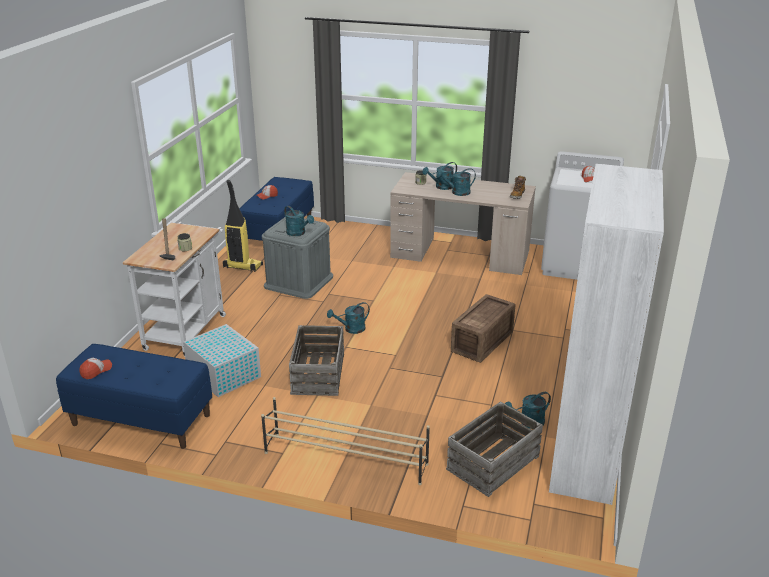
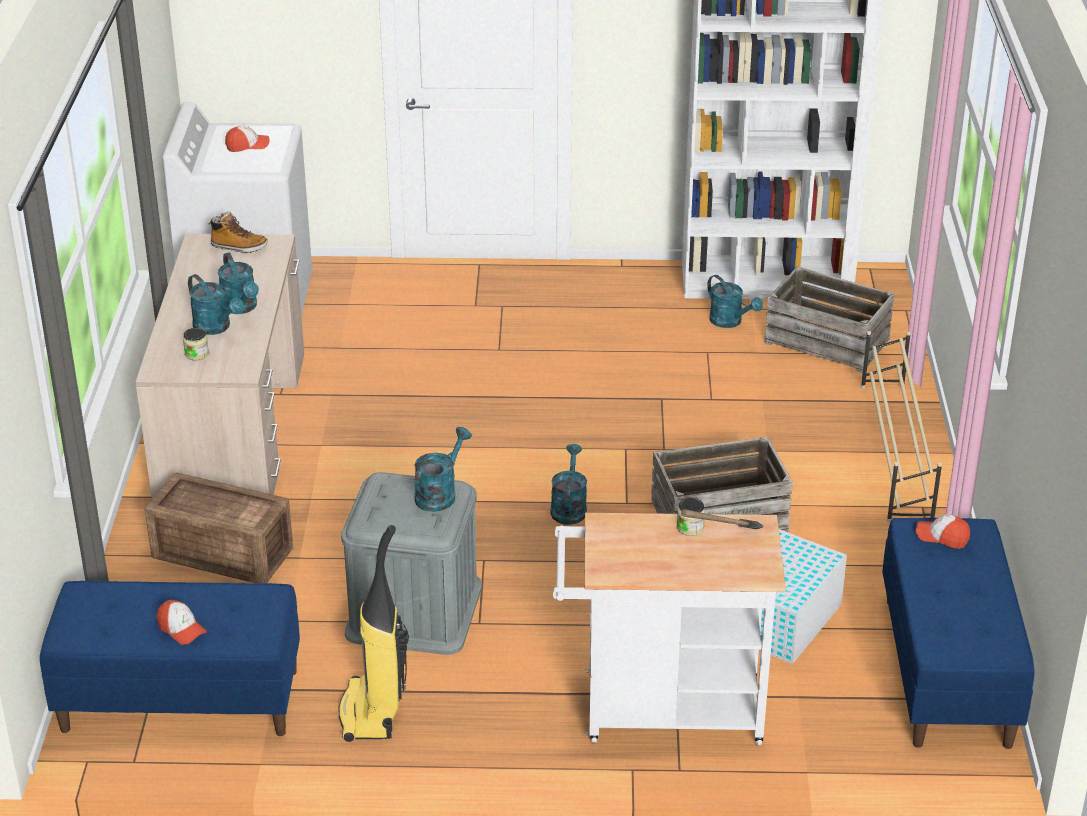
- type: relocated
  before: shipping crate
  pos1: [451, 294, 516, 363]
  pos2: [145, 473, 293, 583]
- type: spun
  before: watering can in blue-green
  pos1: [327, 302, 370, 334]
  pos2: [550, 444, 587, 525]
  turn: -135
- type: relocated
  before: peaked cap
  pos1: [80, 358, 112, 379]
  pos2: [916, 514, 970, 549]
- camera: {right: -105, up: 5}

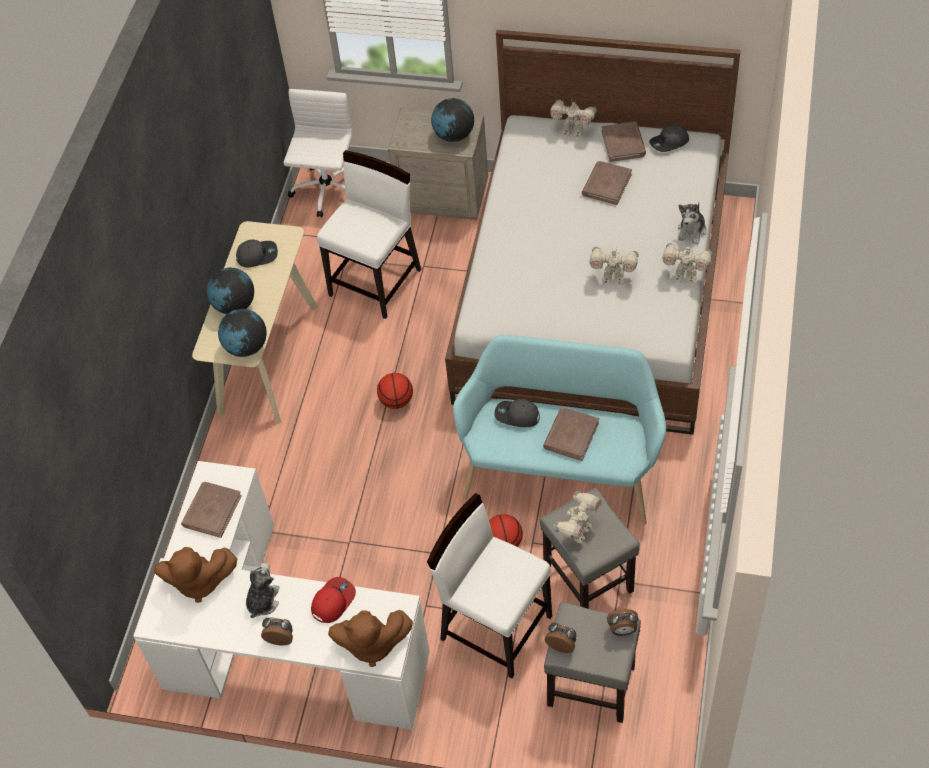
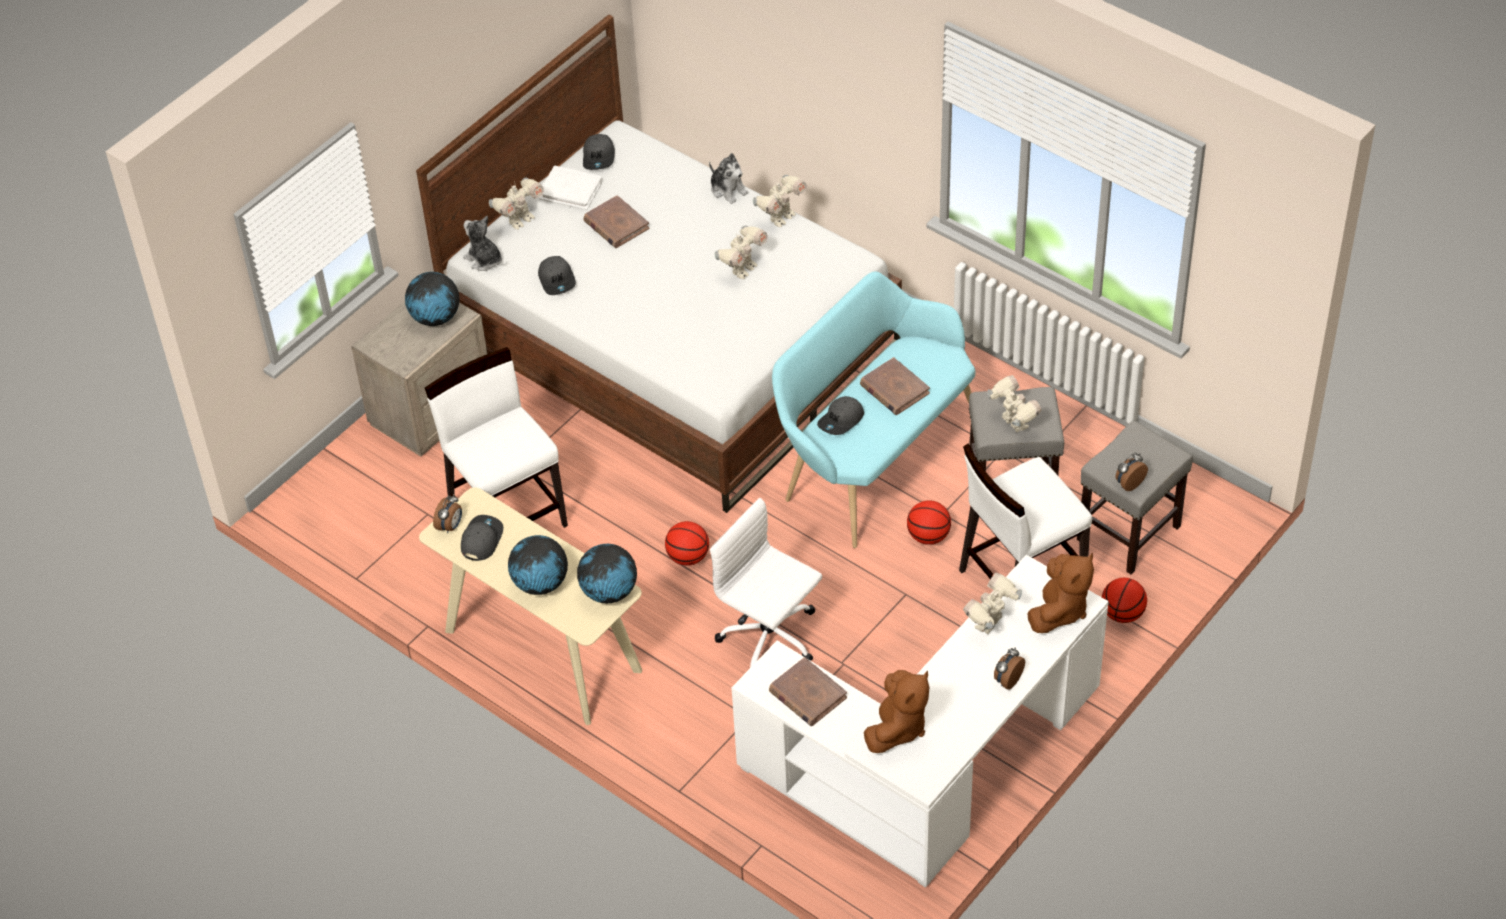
- type: relocated
  before: computer chair in white-coloured
  pos1: [283, 89, 352, 217]
  pos2: [710, 498, 822, 668]
- type: colour
  before: bound book in brown-coloured
  after: bound book in white-coloured
  pos1: [601, 121, 646, 162]
  pos2: [539, 166, 602, 210]
- type: relocated
  before: soft toy
  pos1: [246, 563, 280, 618]
  pos2: [463, 216, 502, 271]
- type: exchanged
  before: peaked cap in red-coloured
  after: model robot
  pos1: [311, 577, 356, 623]
  pos2: [963, 573, 1022, 634]
- type: relocated
  before: alarm clock
  pos1: [607, 609, 638, 636]
  pos2: [433, 494, 462, 533]
- type: appeared
  after: peaked cap in grey
  pos2: [538, 256, 576, 295]
- type: appeared
  after: basketball ball
  pos2: [1102, 578, 1147, 623]
- camera: {right: -65, up: -5}

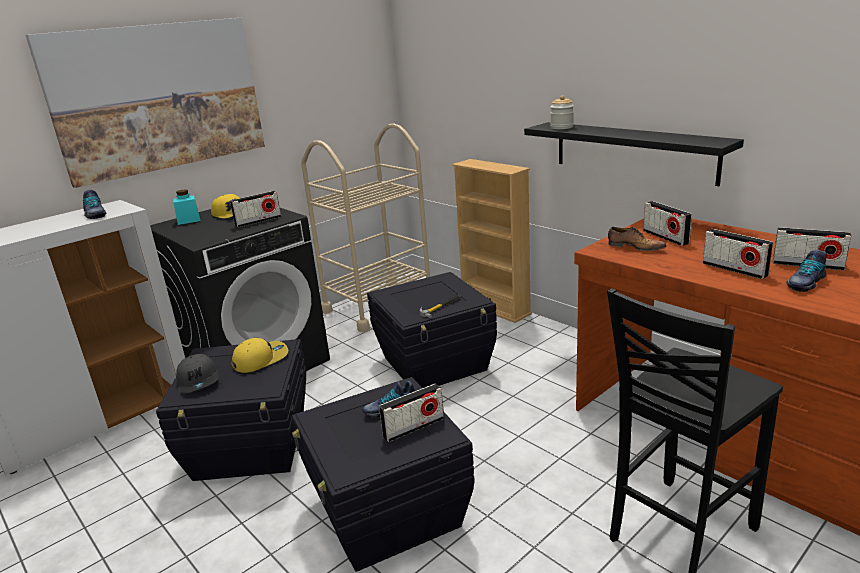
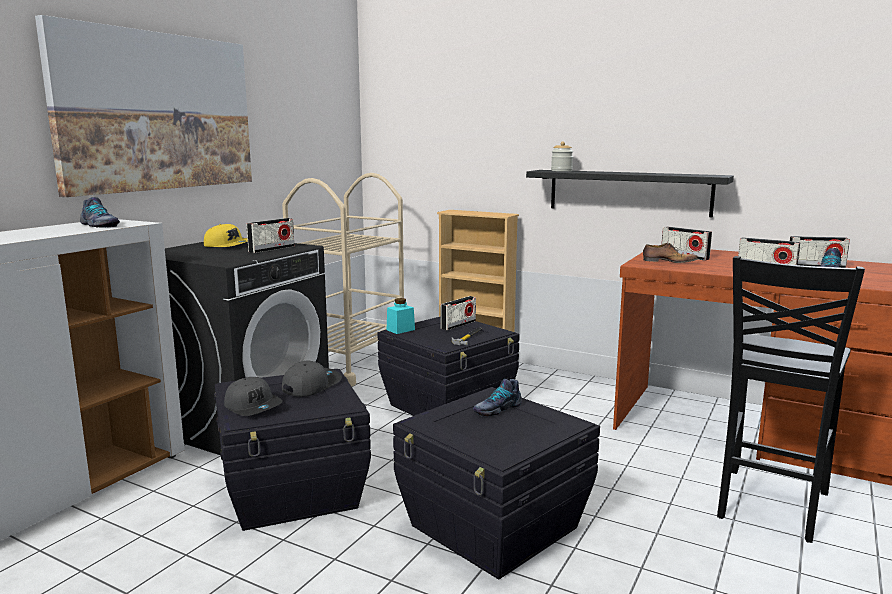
- type: relocated
  before: jar in blue-green
  pos1: [173, 190, 201, 225]
  pos2: [387, 298, 415, 334]
- type: colour
  before: peaked cap in yellow-coloured
  after: peaked cap in grey
  pos1: [231, 338, 288, 373]
  pos2: [282, 360, 342, 397]
- type: relocated
  before: radio set
  pos1: [379, 384, 444, 442]
  pos2: [441, 296, 476, 330]
- camera: {right: -20, up: -10}

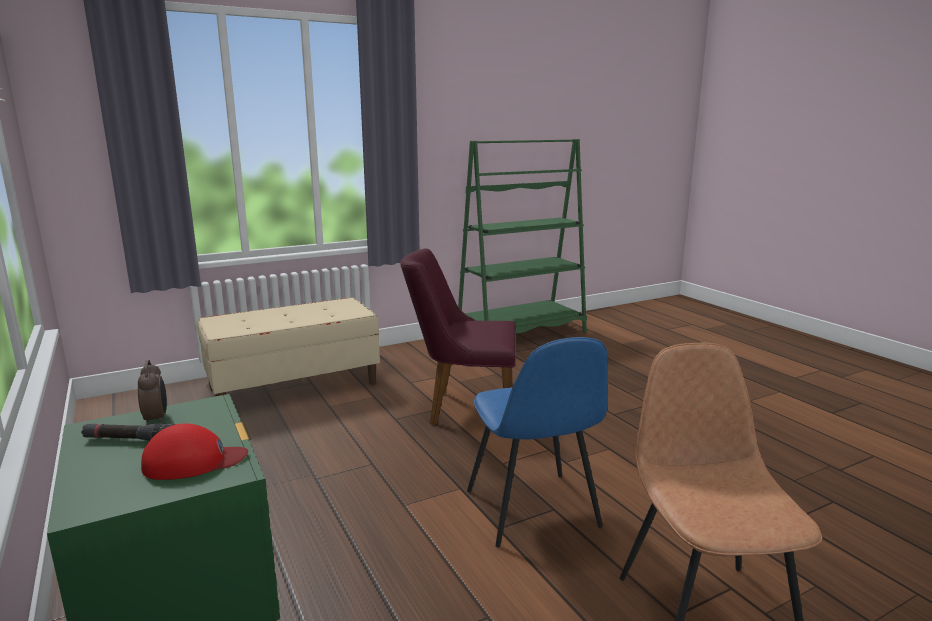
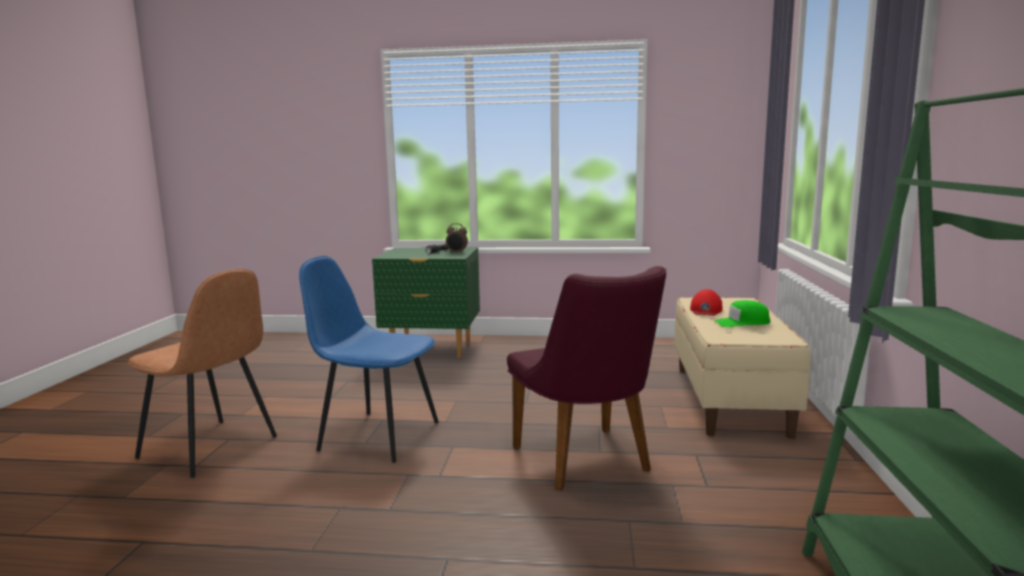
- type: spun
  before: upright chair in purple
  pos1: [400, 248, 516, 425]
  pos2: [507, 266, 666, 491]
  turn: 120
- type: relocated
  before: peaked cap in red-coloured
  pos1: [141, 423, 248, 480]
  pos2: [690, 289, 722, 316]
- type: appeared
  after: peaked cap in greenish
  pos2: [714, 300, 770, 327]
- camera: {right: 125, up: -5}

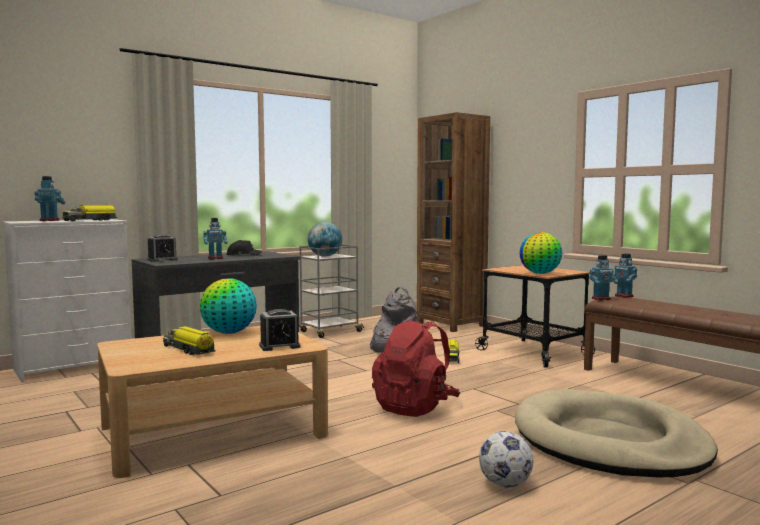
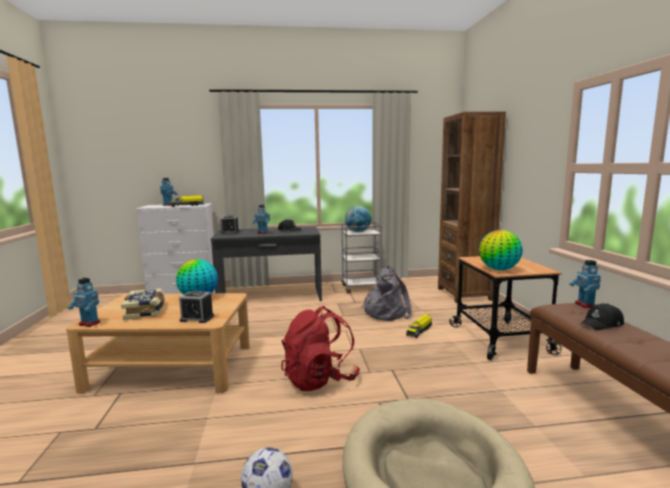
- type: relocated
  before: model robot
  pos1: [590, 255, 618, 300]
  pos2: [68, 278, 100, 327]
- type: exchanged
  before: model truck
  after: bound book
  pos1: [163, 326, 216, 355]
  pos2: [121, 288, 164, 320]
- type: appeared
  after: peaked cap in black-coloured
  pos2: [581, 304, 624, 330]
- camera: {right: 30, up: 5}

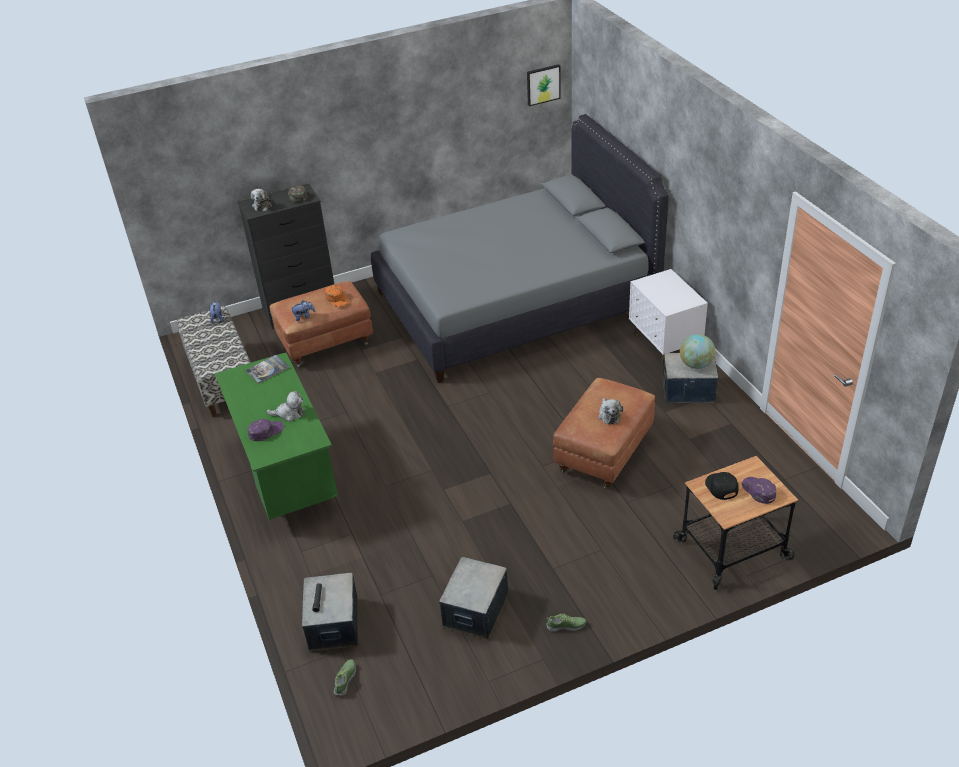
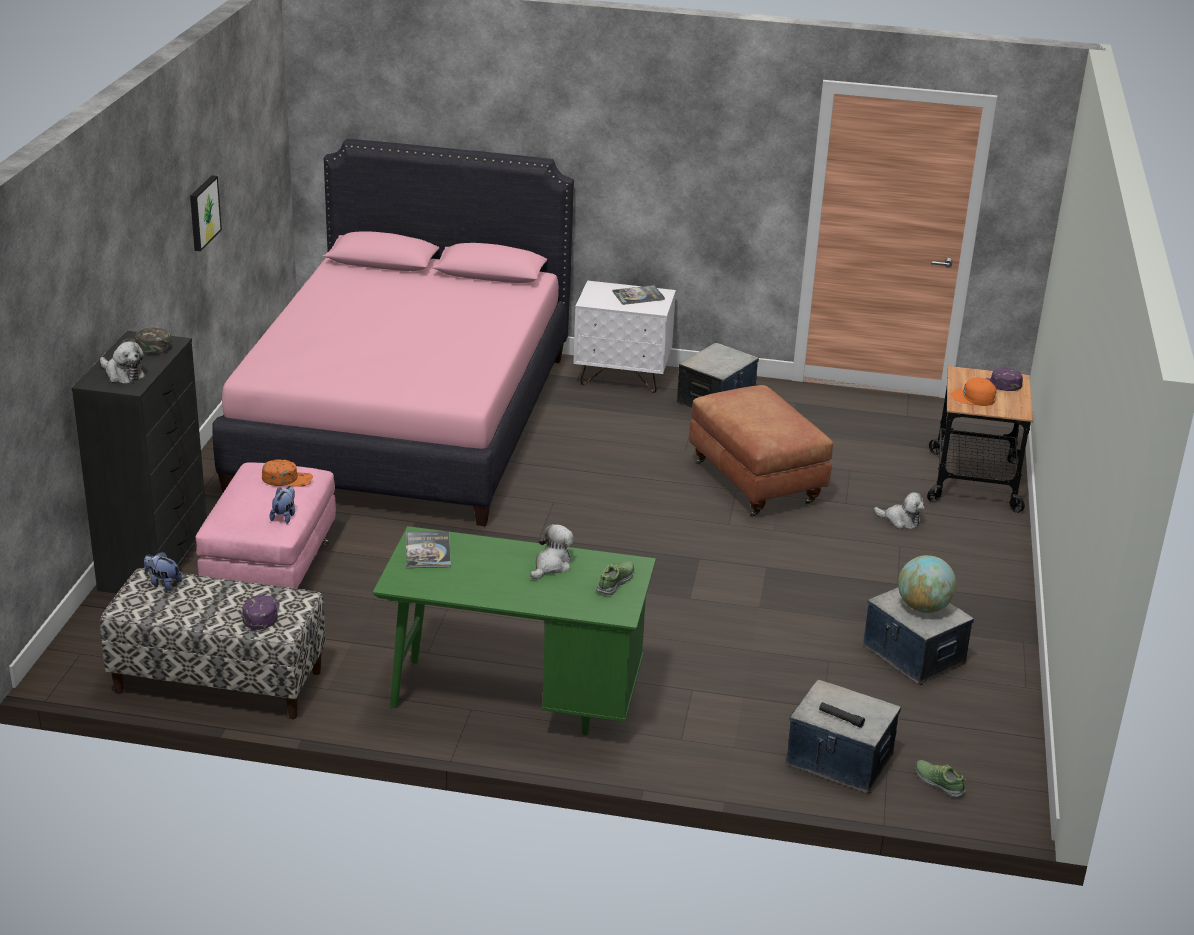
- type: relocated
  before: wall picture
  pos1: [527, 64, 561, 106]
  pos2: [190, 175, 222, 251]
- type: colour
  before: bed in grey
  after: bed in pink-coloured
  pos1: [371, 114, 669, 383]
  pos2: [212, 139, 574, 526]
- type: colour
  before: footrest in brown-coloured
  after: footrest in pink-coloured
  pos1: [270, 281, 373, 368]
  pos2: [196, 463, 336, 589]
- type: relocated
  before: desk globe
  pos1: [680, 334, 715, 369]
  pos2: [898, 555, 957, 613]
- type: relocated
  before: soft toy
  pos1: [598, 397, 623, 425]
  pos2: [874, 492, 925, 529]
- type: relocated
  before: peaked cap in purple
  pos1: [248, 419, 284, 441]
  pos2: [242, 595, 280, 630]
- type: colour
  before: peaked cap in black-coloured
  after: peaked cap in orange-coloured
  pos1: [705, 472, 739, 500]
  pos2: [951, 378, 996, 406]
- type: relocated
  before: low shoe
  pos1: [546, 614, 586, 632]
  pos2: [596, 561, 634, 595]
- type: appeared
  after: bound book
  pos2: [613, 285, 665, 305]
- camera: {right: -60, up: -10}

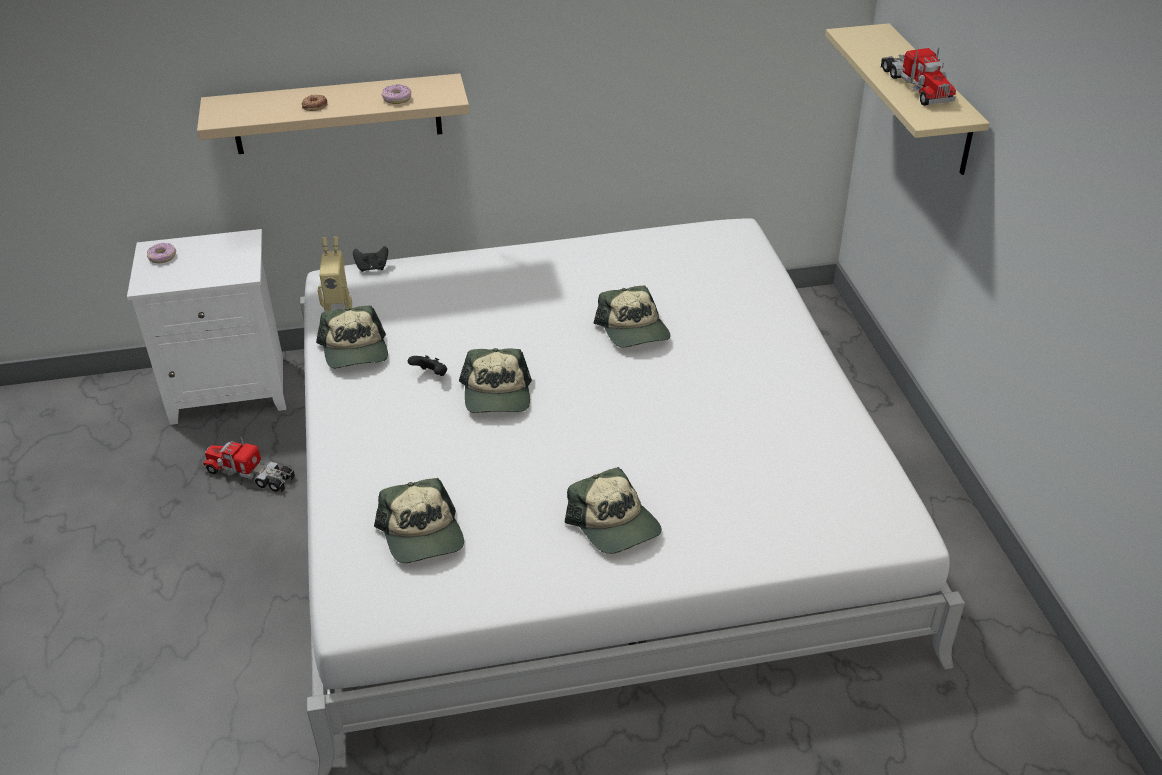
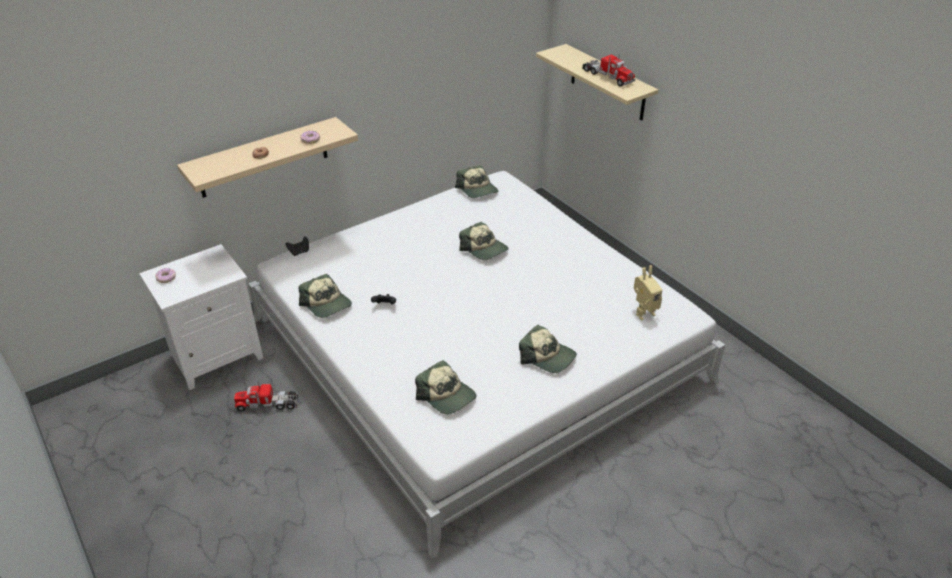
- type: relocated
  before: model robot
  pos1: [317, 237, 352, 311]
  pos2: [634, 265, 662, 320]
- type: relocated
  before: peaked cap
  pos1: [459, 348, 532, 413]
  pos2: [455, 165, 498, 198]
- camera: {right: -25, up: 0}

